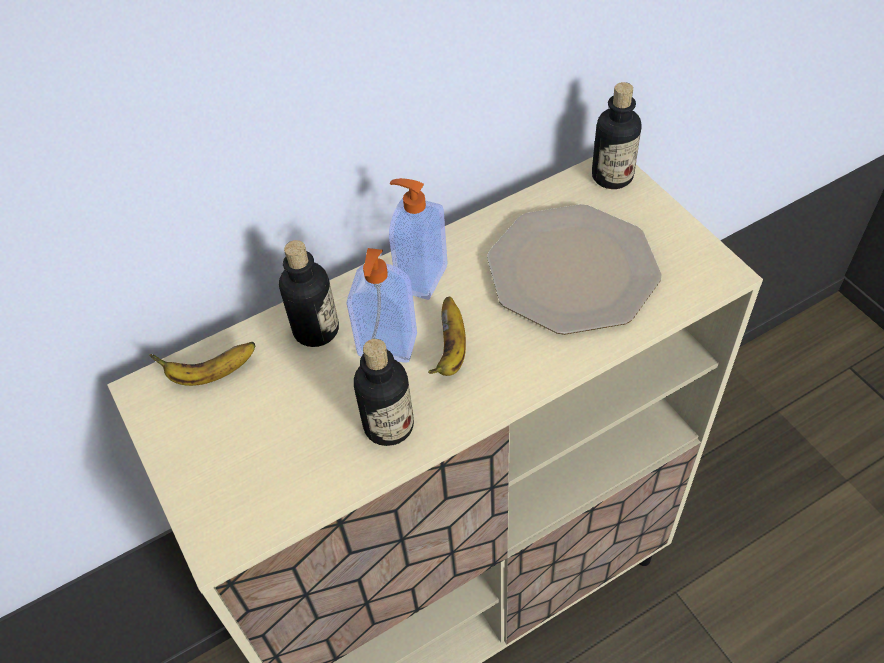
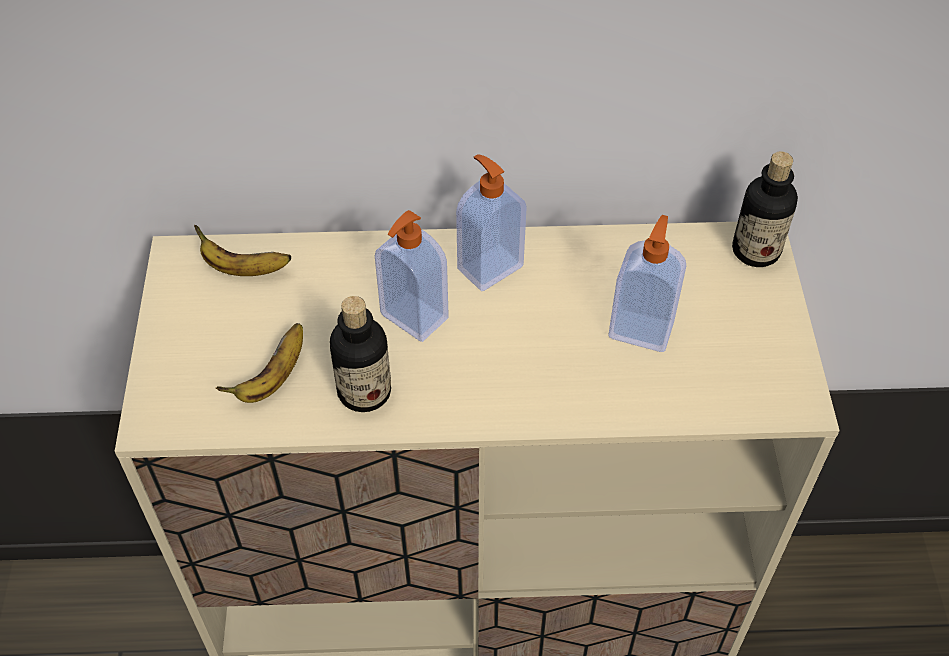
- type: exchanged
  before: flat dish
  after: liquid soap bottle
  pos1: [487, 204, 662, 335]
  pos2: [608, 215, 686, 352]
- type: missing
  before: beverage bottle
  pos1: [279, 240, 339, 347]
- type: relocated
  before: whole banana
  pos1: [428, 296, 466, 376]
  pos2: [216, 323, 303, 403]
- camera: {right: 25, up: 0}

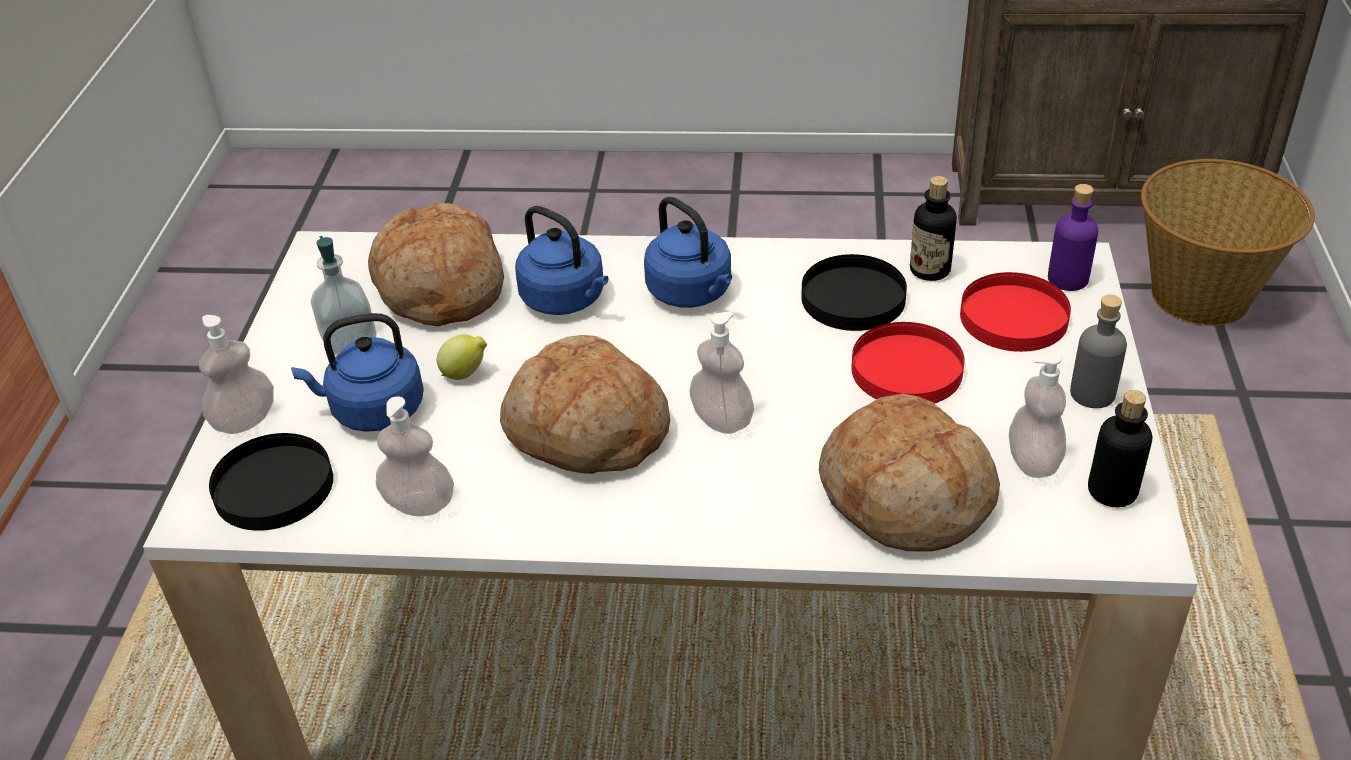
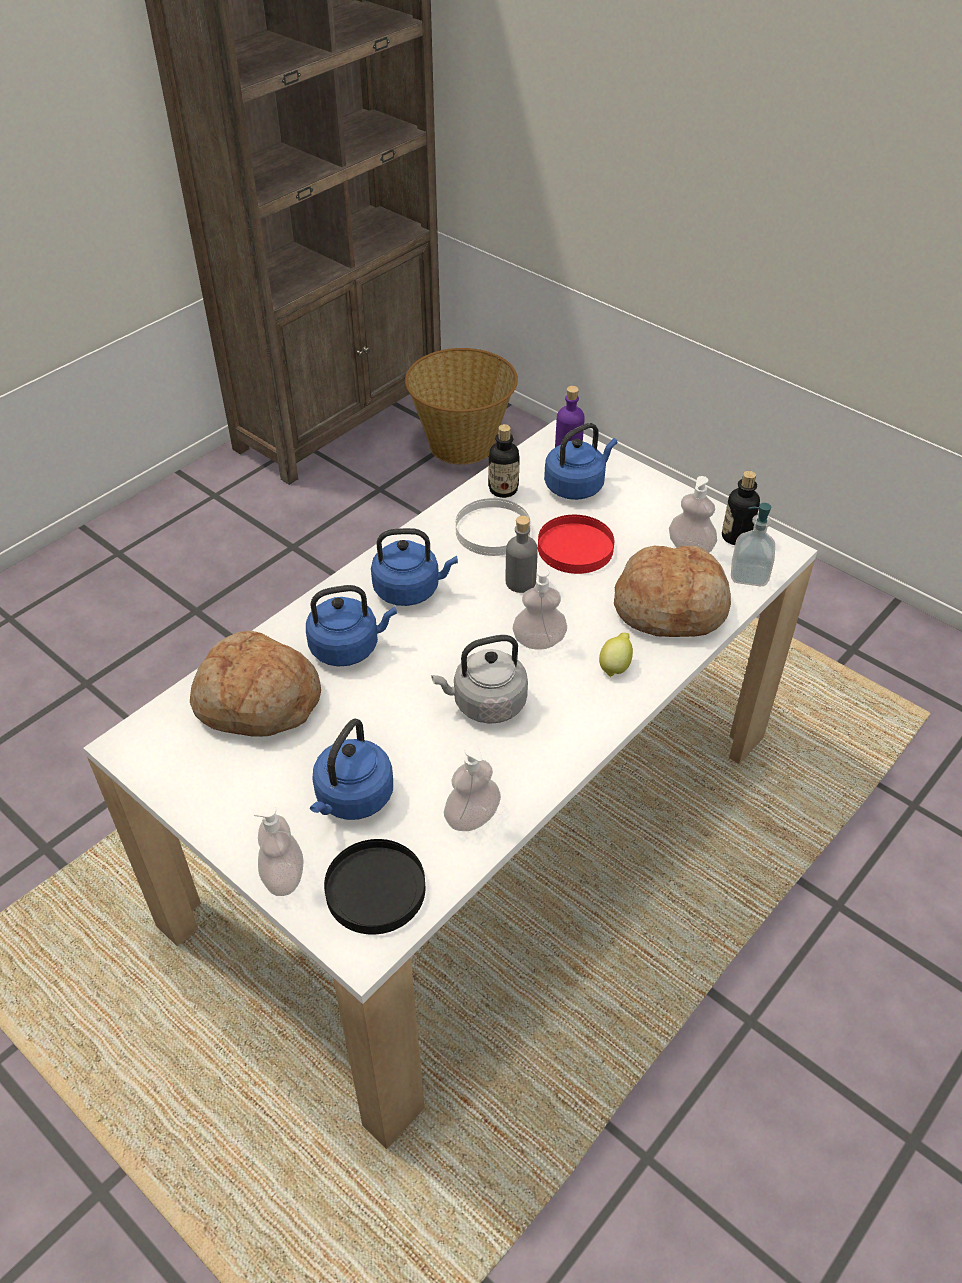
- type: relocated
  before: liquid soap bottle
  pos1: [311, 236, 376, 355]
  pos2: [731, 503, 775, 586]
- type: colour
  before: flat dish in black-coloured
  after: flat dish in white-coloured
  pos1: [801, 254, 907, 331]
  pos2: [456, 498, 531, 556]
- type: exchanged
  before: flat dish in red-coloured
  after: water kettle in blue
  pos1: [960, 272, 1071, 352]
  pos2: [544, 423, 617, 500]
- type: relocated
  before: beverage bottle in grey
  pos1: [1070, 295, 1127, 408]
  pos2: [506, 516, 538, 593]
- type: relocated
  before: citrus fruit
  pos1: [437, 335, 487, 380]
  pos2: [599, 633, 633, 677]
- type: exchanged
  before: bakery bread
  after: water kettle in grey
  pos1: [500, 335, 670, 474]
  pos2: [431, 635, 528, 724]
- camera: {right: -55, up: 5}

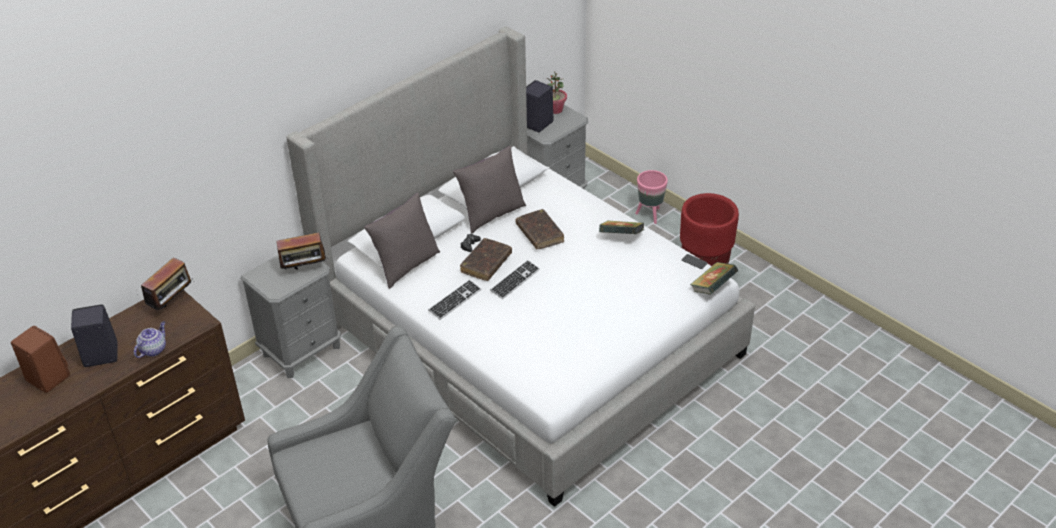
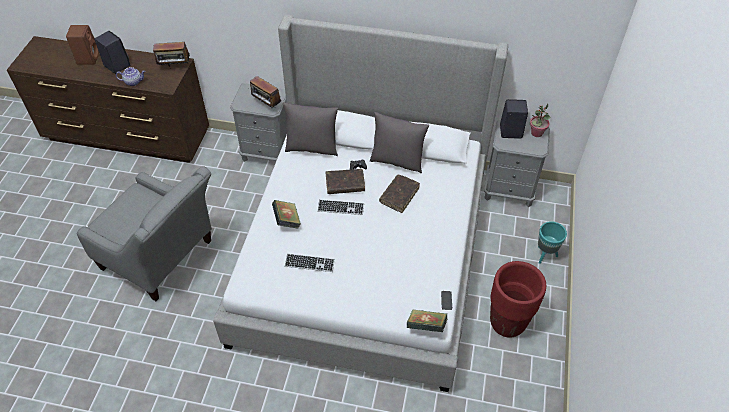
- type: colour
  before: planter in pink-coloured
  after: planter in blue-green
  pos1: [635, 170, 668, 224]
  pos2: [538, 221, 567, 264]
- type: relocated
  before: bound book
  pos1: [599, 220, 644, 234]
  pos2: [272, 200, 301, 229]
- type: relocated
  before: keyboard
  pos1: [428, 280, 481, 320]
  pos2: [285, 253, 335, 272]
- camera: {right: 55, up: 10}

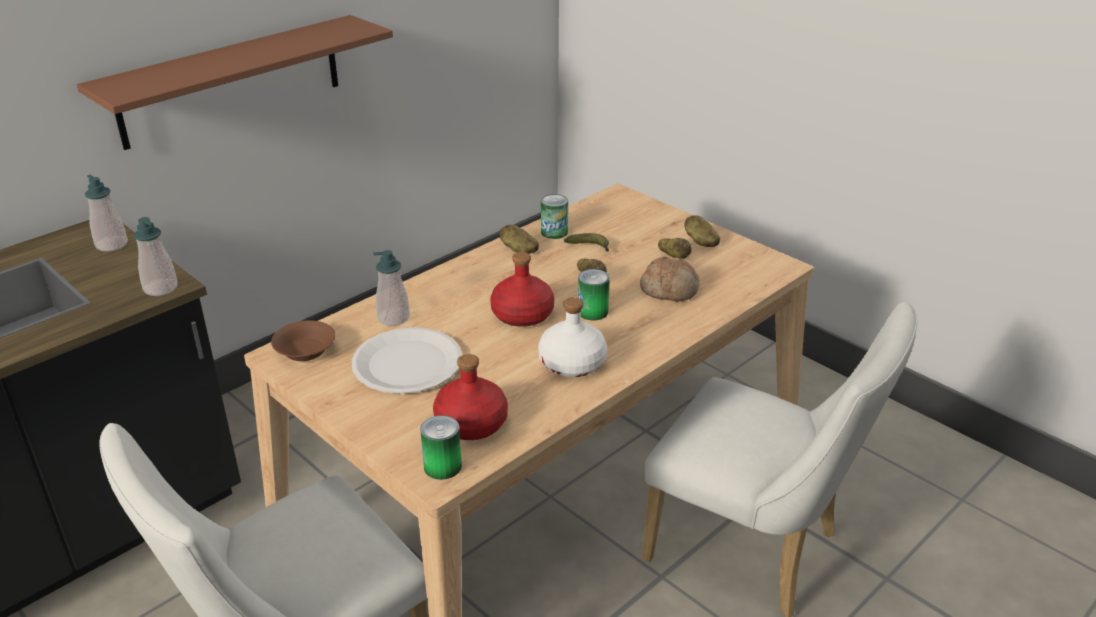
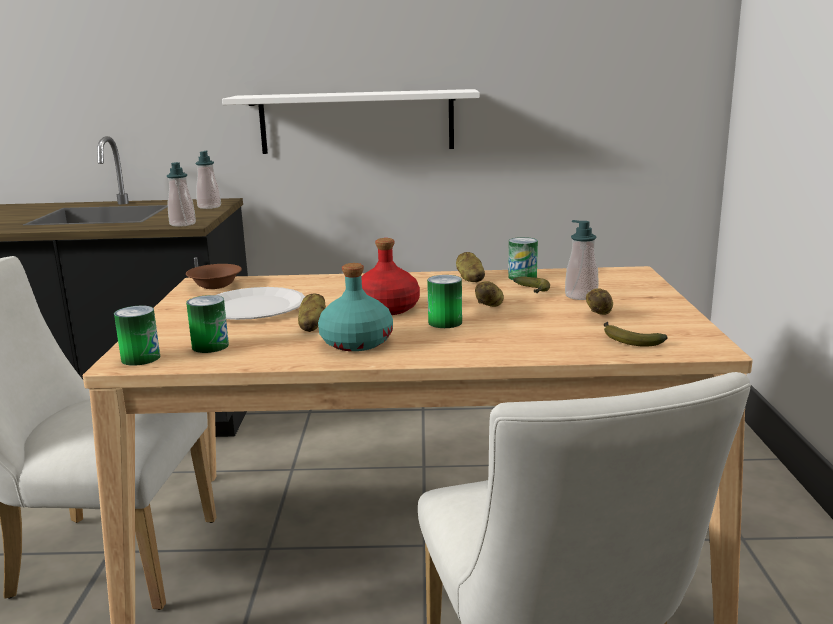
- type: colour
  before: wall shelf in brown-coloured
  after: wall shelf in white-coloured
  pos1: [77, 15, 393, 150]
  pos2: [222, 89, 480, 154]
- type: relocated
  before: spud
  pos1: [684, 215, 720, 247]
  pos2: [298, 294, 326, 332]
- type: relocated
  before: liquid soap bottle
  pos1: [373, 250, 410, 326]
  pos2: [565, 220, 598, 300]
- type: missing
  before: bakery bread
  pos1: [640, 257, 699, 301]
- type: colour
  before: beverage bottle in white-coloured
  after: beverage bottle in blue-green
  pos1: [538, 297, 607, 377]
  pos2: [318, 263, 393, 351]
- type: exchanged
  before: beverage bottle in red-coloured
  after: metal can
  pos1: [433, 354, 508, 440]
  pos2: [186, 295, 229, 353]
- type: appeared
  after: whole banana
  pos2: [604, 322, 668, 347]
- camera: {right: 45, up: -15}

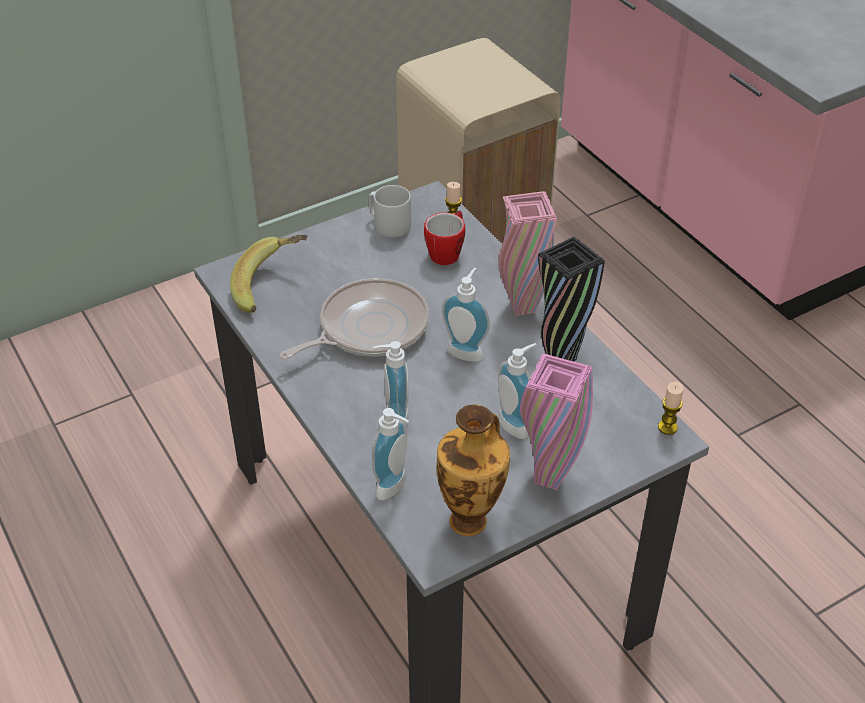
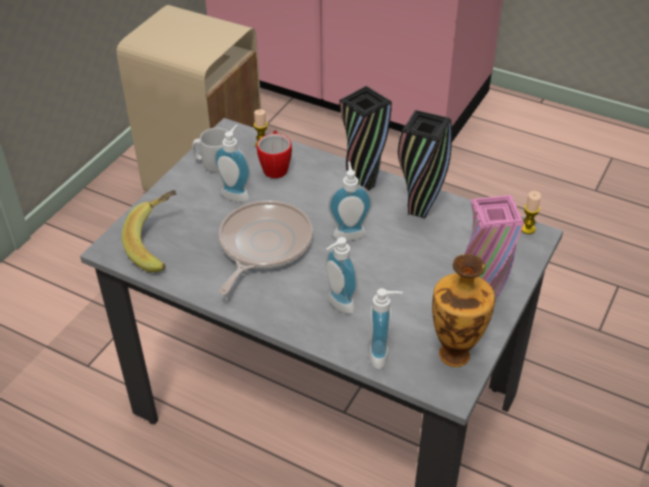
- type: colour
  before: flower vase in pink-coloured
  after: flower vase in black-coloured
  pos1: [498, 191, 557, 316]
  pos2: [339, 86, 392, 190]
- type: relocated
  before: liquid soap bottle
  pos1: [498, 343, 537, 439]
  pos2: [214, 125, 251, 202]
- camera: {right: -30, up: 0}

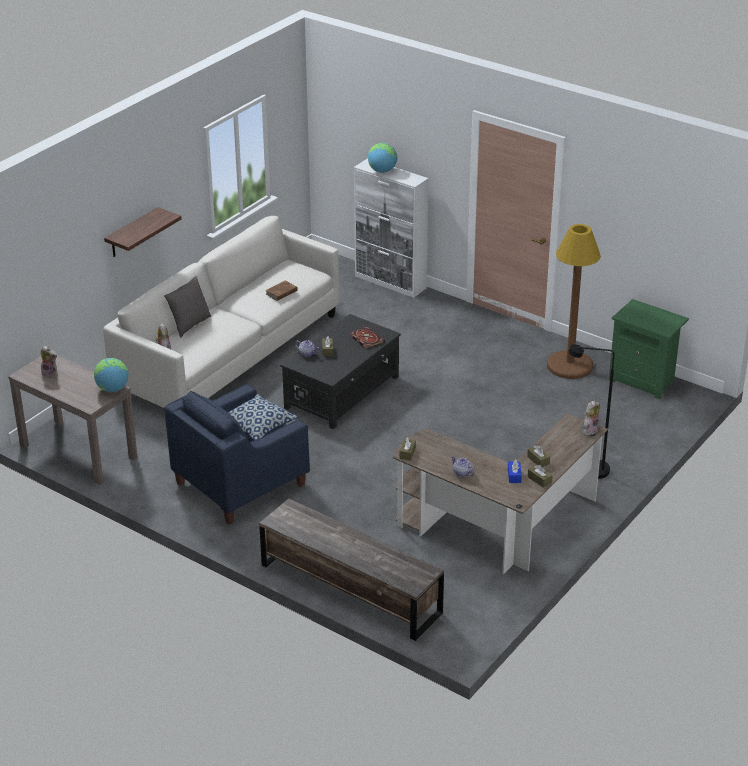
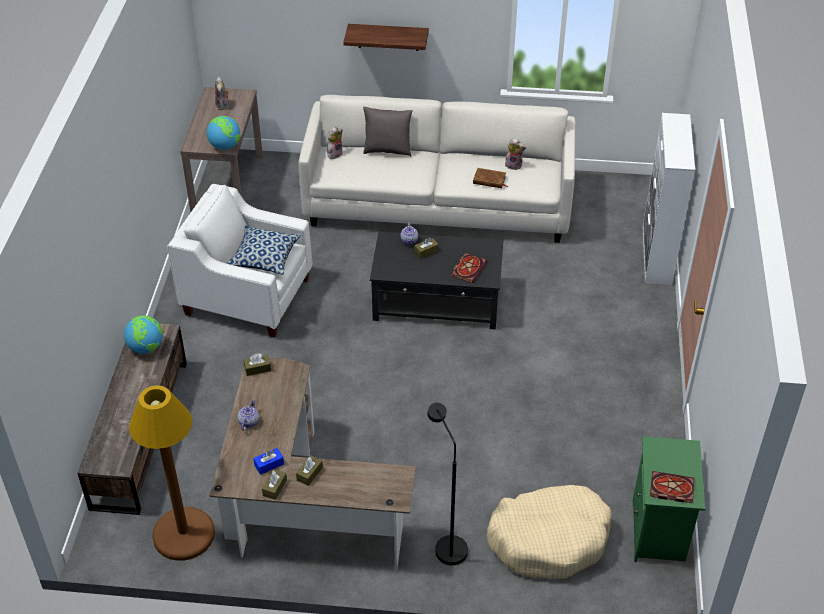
- type: relocated
  before: desk globe
  pos1: [368, 143, 397, 173]
  pos2: [124, 316, 163, 354]
- type: relocated
  before: standing lamp in brown-coloured
  pos1: [547, 224, 601, 379]
  pos2: [129, 385, 215, 561]
- type: colour
  before: easy chair in blue
  after: easy chair in white-coloured
  pos1: [164, 384, 310, 525]
  pos2: [167, 184, 313, 338]
- type: relocated
  before: soft toy
  pos1: [582, 400, 600, 435]
  pos2: [505, 138, 526, 170]
- type: appeared
  after: bound book
  pos2: [650, 471, 694, 503]
- type: appeared
  after: dog cushion in beige-coloured
  pos2: [486, 485, 612, 579]
- camera: {right: 60, up: 10}

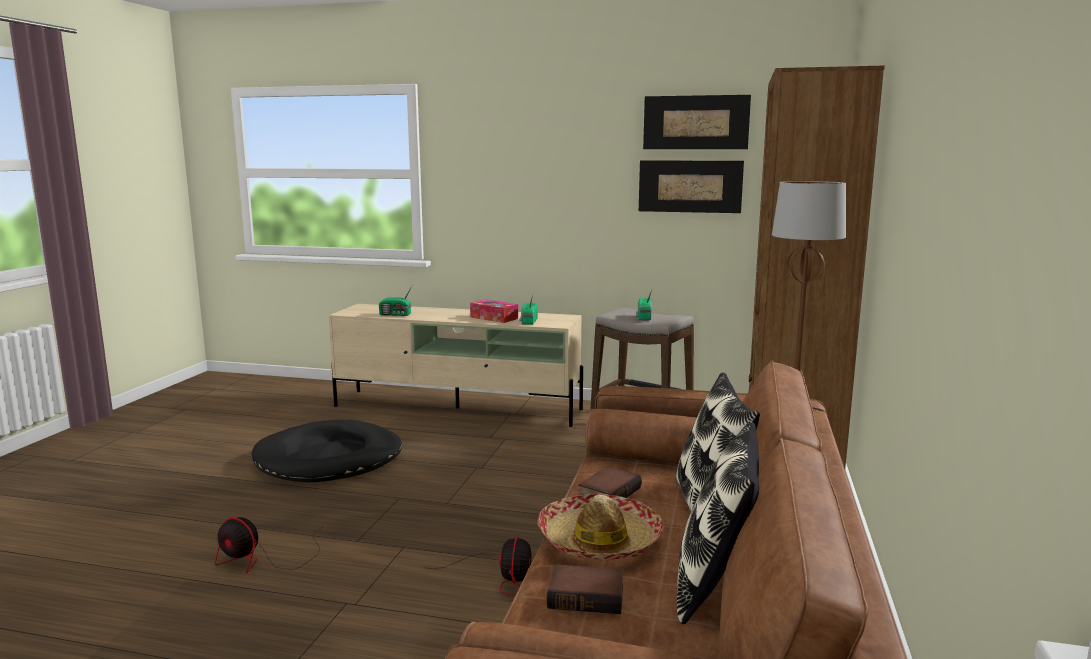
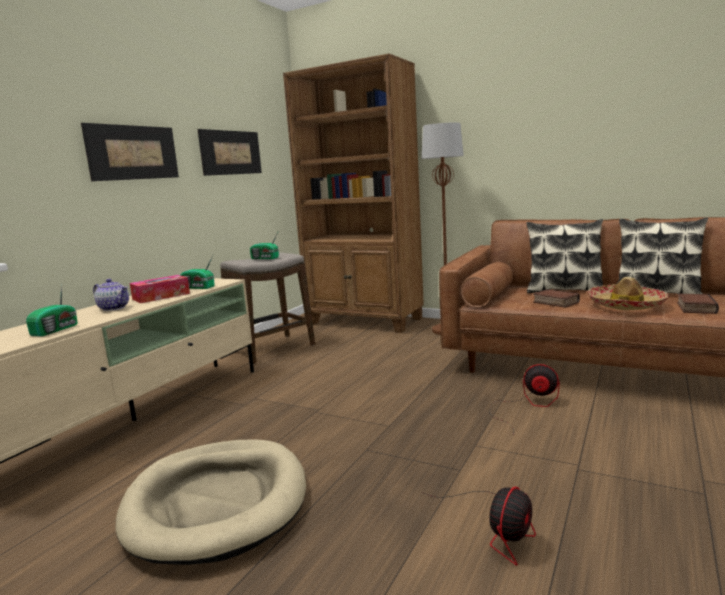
- type: relocated
  before: wall picture
  pos1: [643, 95, 751, 149]
  pos2: [81, 123, 179, 181]
- type: colour
  before: dog cushion in black-coloured
  after: dog cushion in beige-coloured
  pos1: [252, 420, 402, 482]
  pos2: [115, 439, 306, 565]
- type: appeared
  after: teapot
  pos2: [93, 279, 129, 311]
- camera: {right: -75, up: 0}

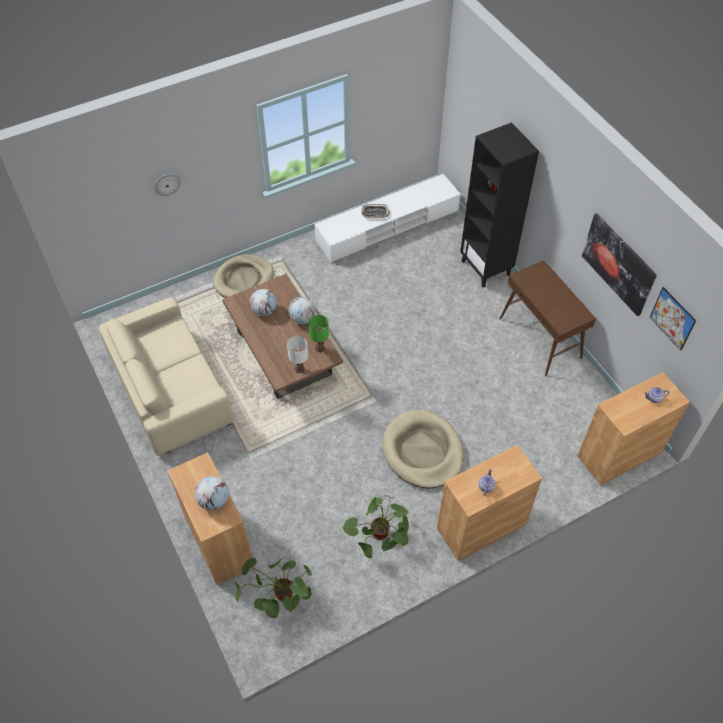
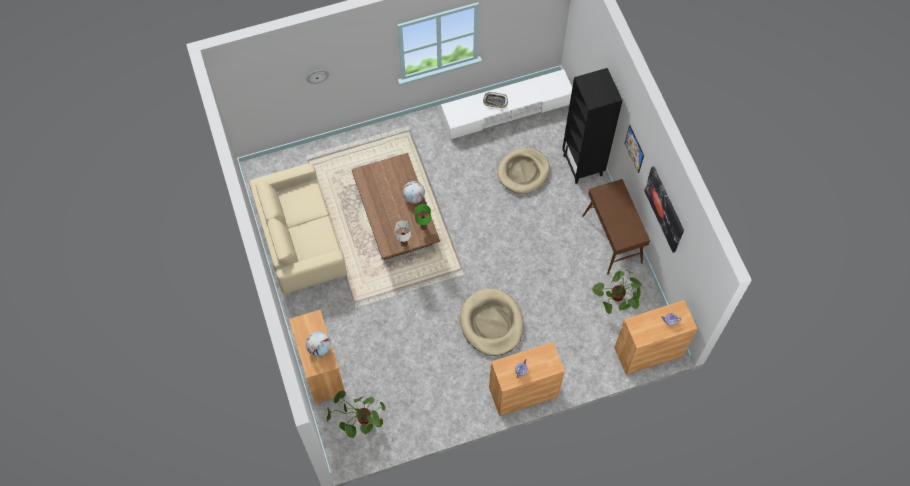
- type: relocated
  before: dog cushion in beige-coloured
  pos1: [213, 254, 274, 298]
  pos2: [497, 148, 550, 194]
- type: relocated
  before: wall picture
  pos1: [649, 287, 696, 351]
  pos2: [625, 125, 644, 173]
- type: missing
  before: desk globe
  pos1: [250, 289, 277, 316]
- type: relocated
  before: houseplant
  pos1: [341, 495, 409, 558]
  pos2: [591, 270, 642, 314]
- camera: {right: 10, up: 10}

